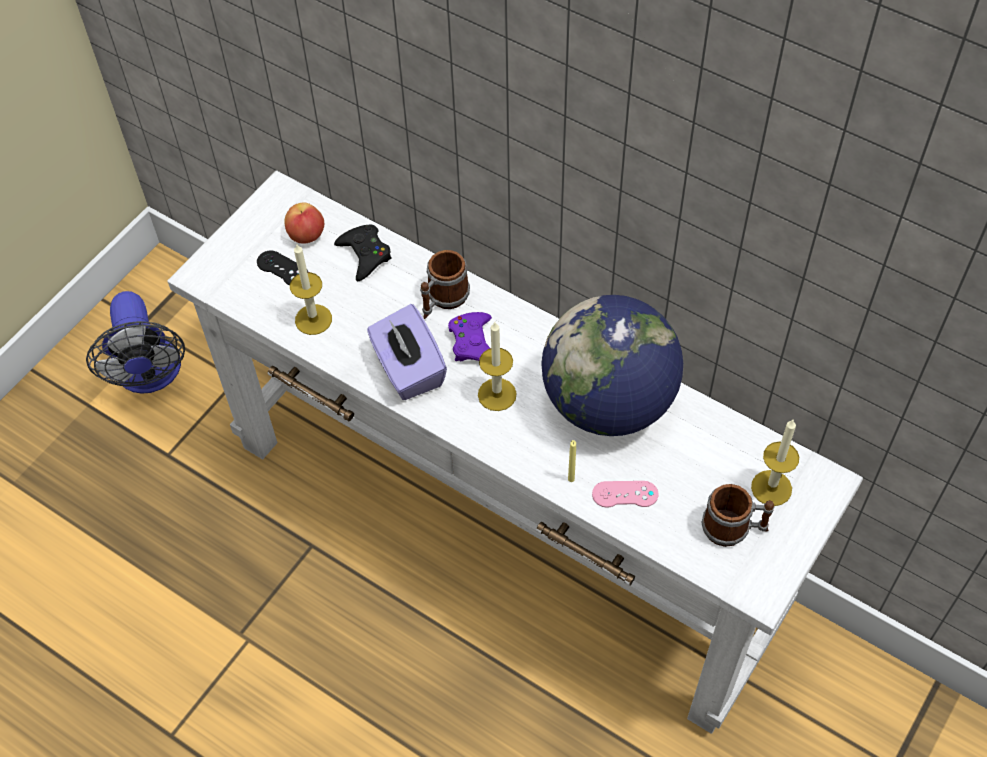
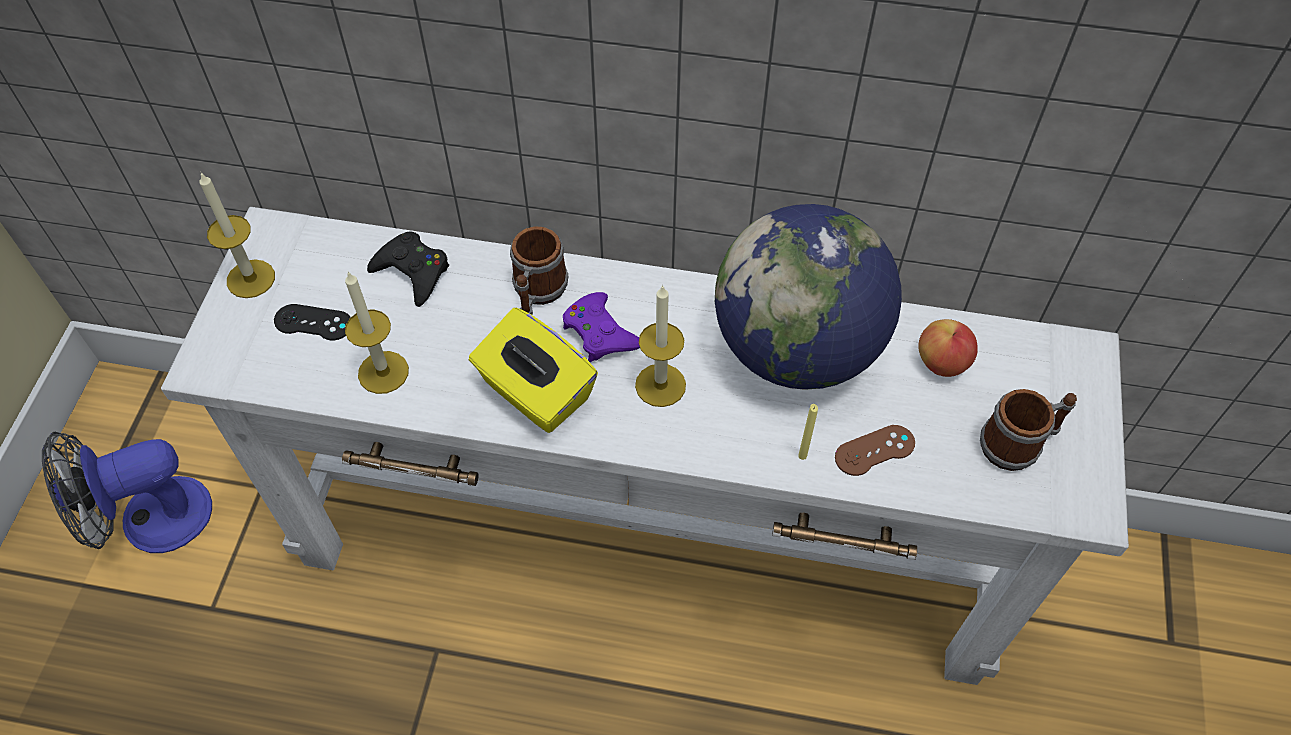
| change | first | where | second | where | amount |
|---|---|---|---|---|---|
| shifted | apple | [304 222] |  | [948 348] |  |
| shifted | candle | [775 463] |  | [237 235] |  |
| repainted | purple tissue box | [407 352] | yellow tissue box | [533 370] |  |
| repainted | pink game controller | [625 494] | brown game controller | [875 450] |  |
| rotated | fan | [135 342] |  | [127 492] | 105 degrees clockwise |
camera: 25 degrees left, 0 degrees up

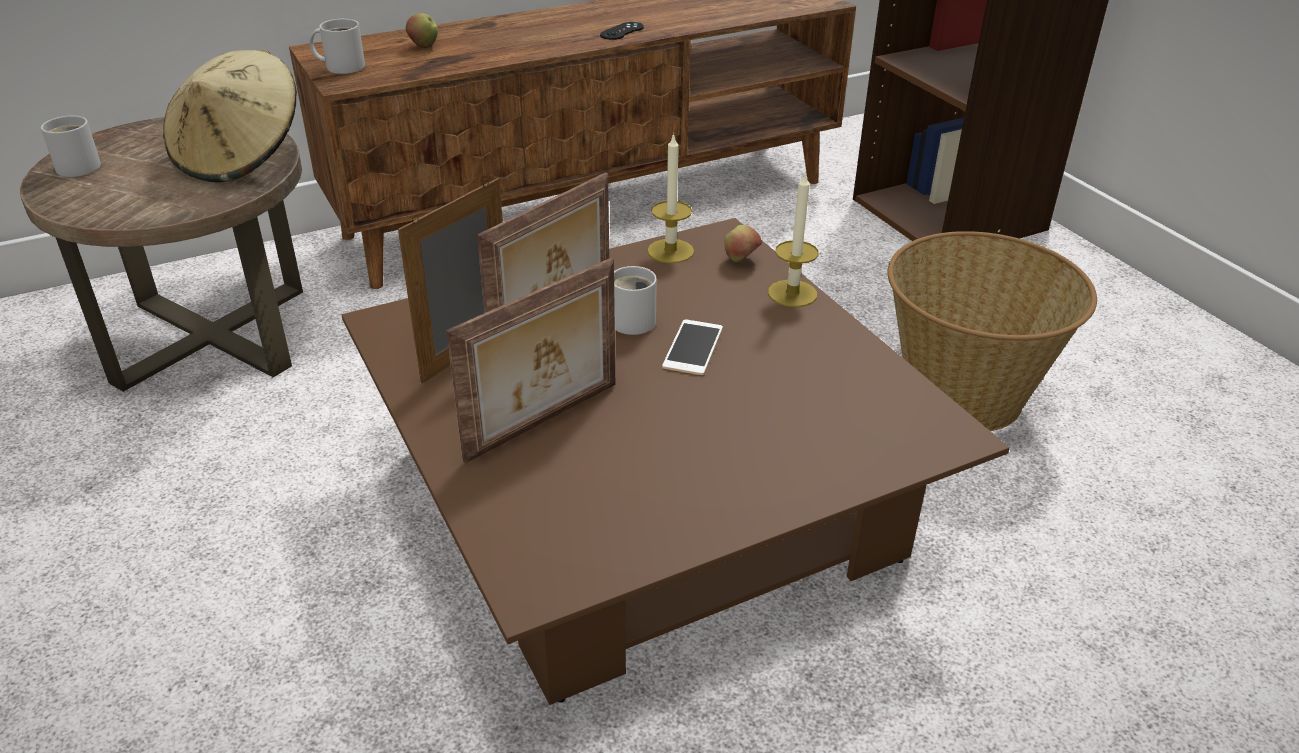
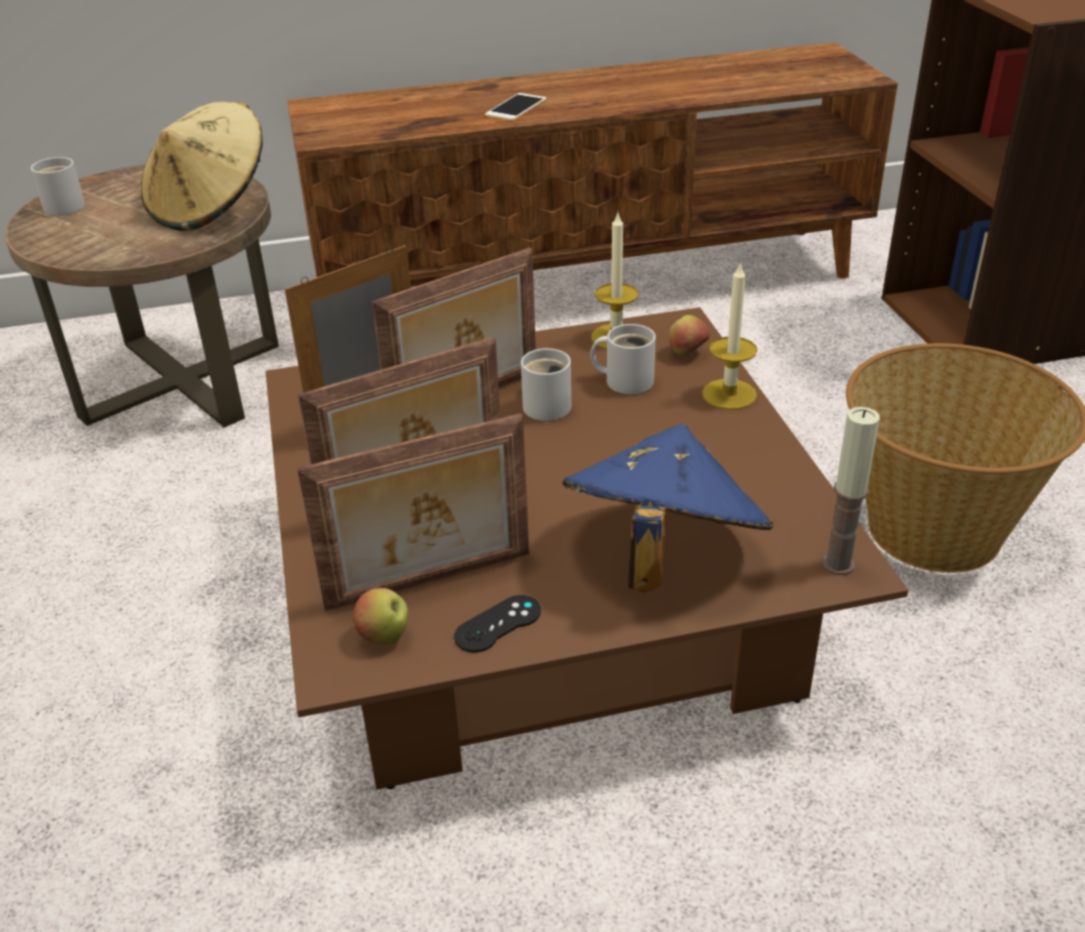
| change | first | where | second | where | amount |
|---|---|---|---|---|---|
| new |  |  | picture frame | [413 512] |  |
| new |  |  | blue hat | [668 507] |  |
| new |  |  | candle | [851 491] |  |
| shifted | white mug | [337 46] |  | [623 359] |  |
| shifted | apple | [422 30] |  | [380 616] |  |
| shifted | black game controller | [622 31] |  | [497 624] |  |
| shifted | phone | [692 347] |  | [515 107] |  |
camera: 15 degrees right, 0 degrees up

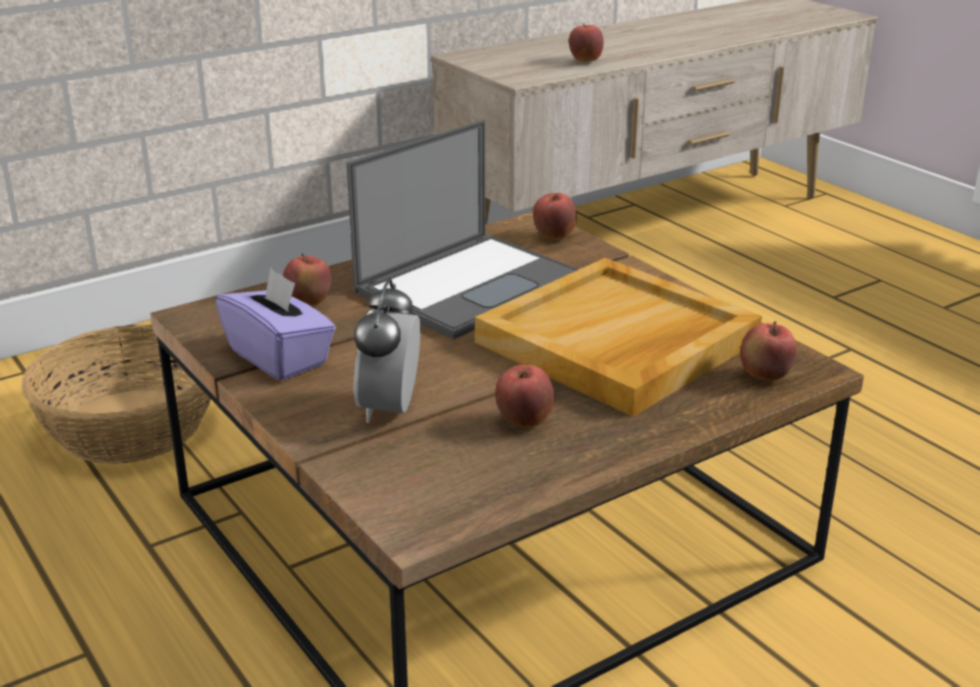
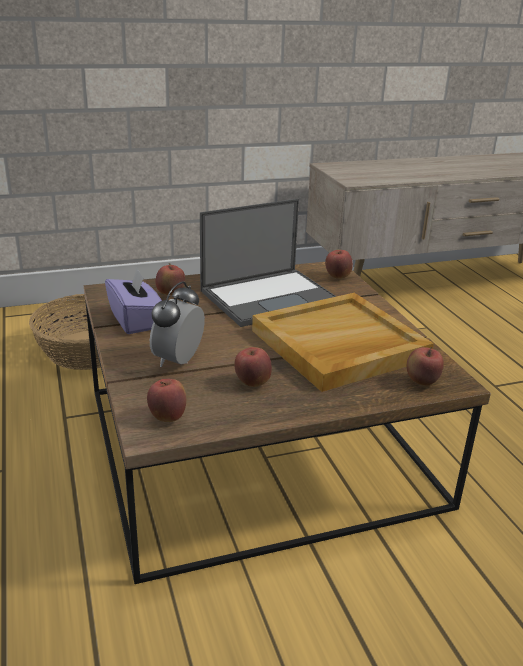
| change | first | where | second | where | amount |
|---|---|---|---|---|---|
| shifted | apple | [586 42] |  | [166 400] |  |
camera: 15 degrees right, 0 degrees up

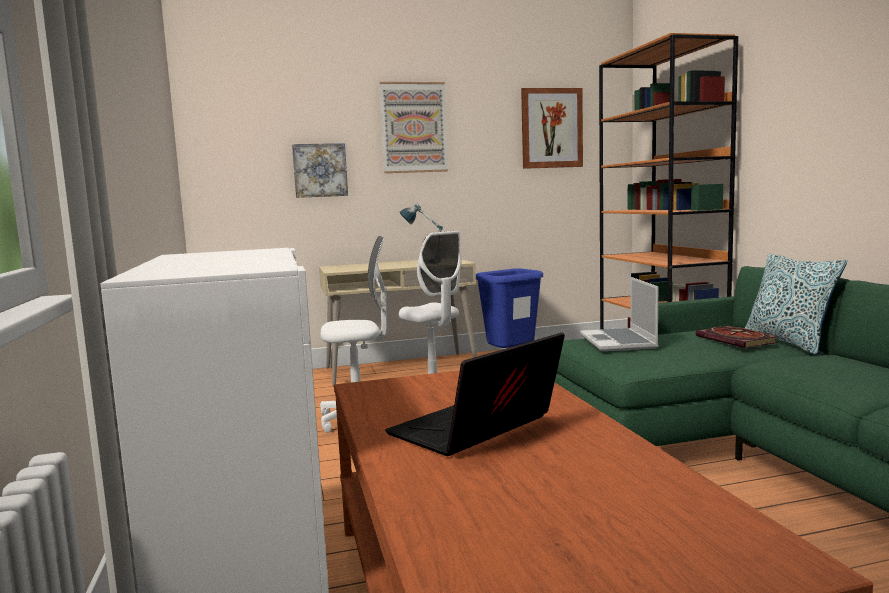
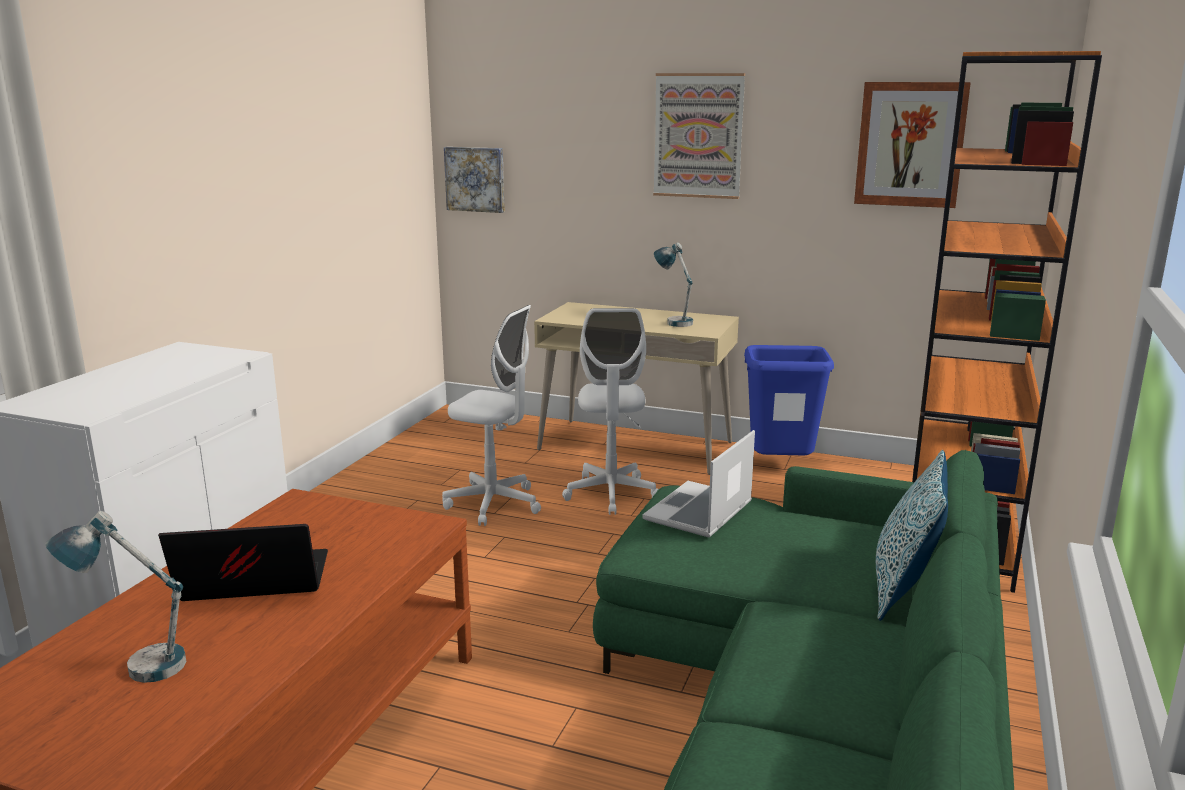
| change | first | where | second | where | amount |
|---|---|---|---|---|---|
| gone | book | [737 337] |  |  |  |
| new |  |  | table lamp | [115 597] |  |
| shifted | picture | [320 170] |  | [474 180] |  |
camera: 35 degrees right, 10 degrees up

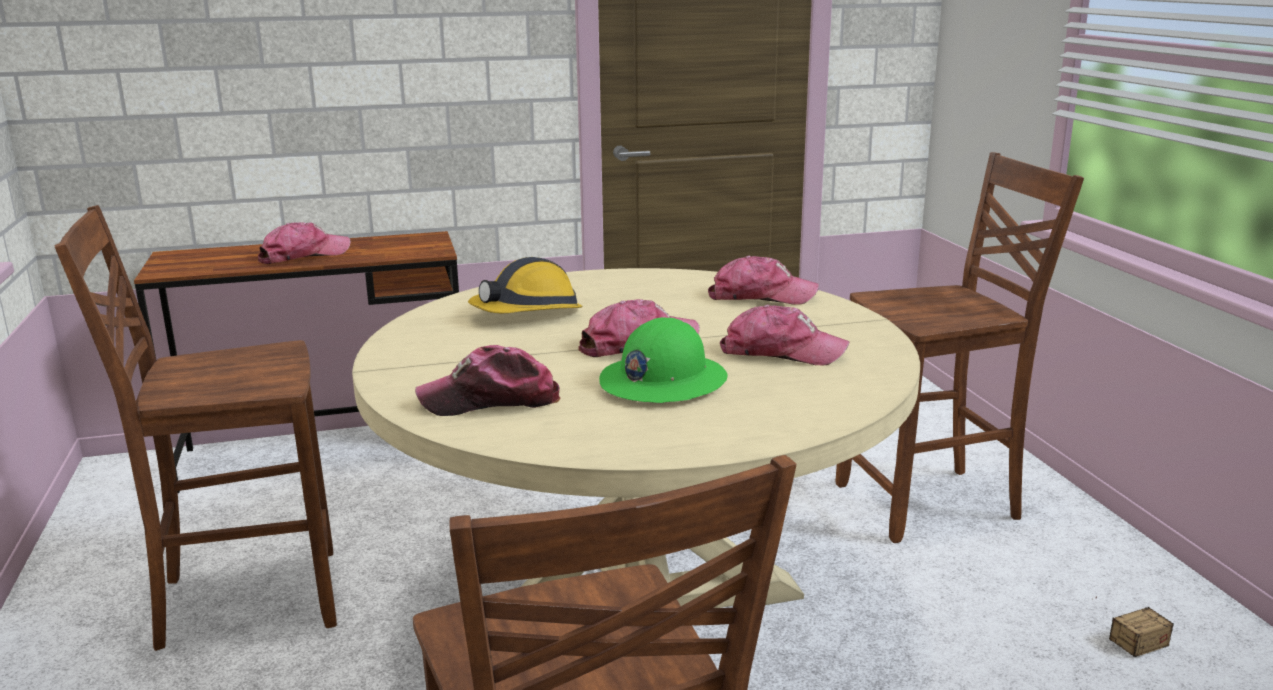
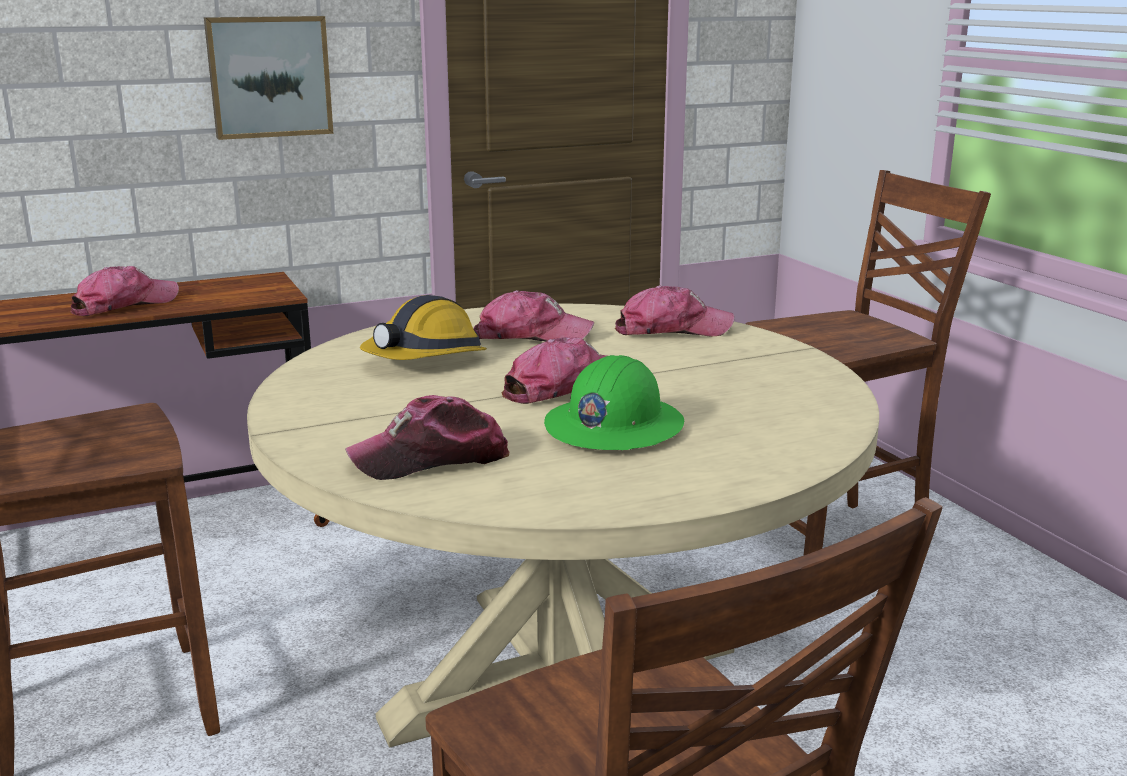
| change | first | where | second | where | amount |
|---|---|---|---|---|---|
| gone | storage box | [1134 626] |  |  |  |
| new |  |  | picture | [268 78] |  |
| shifted | cap | [784 335] |  | [533 316] |  |
camera: 10 degrees left, 0 degrees up

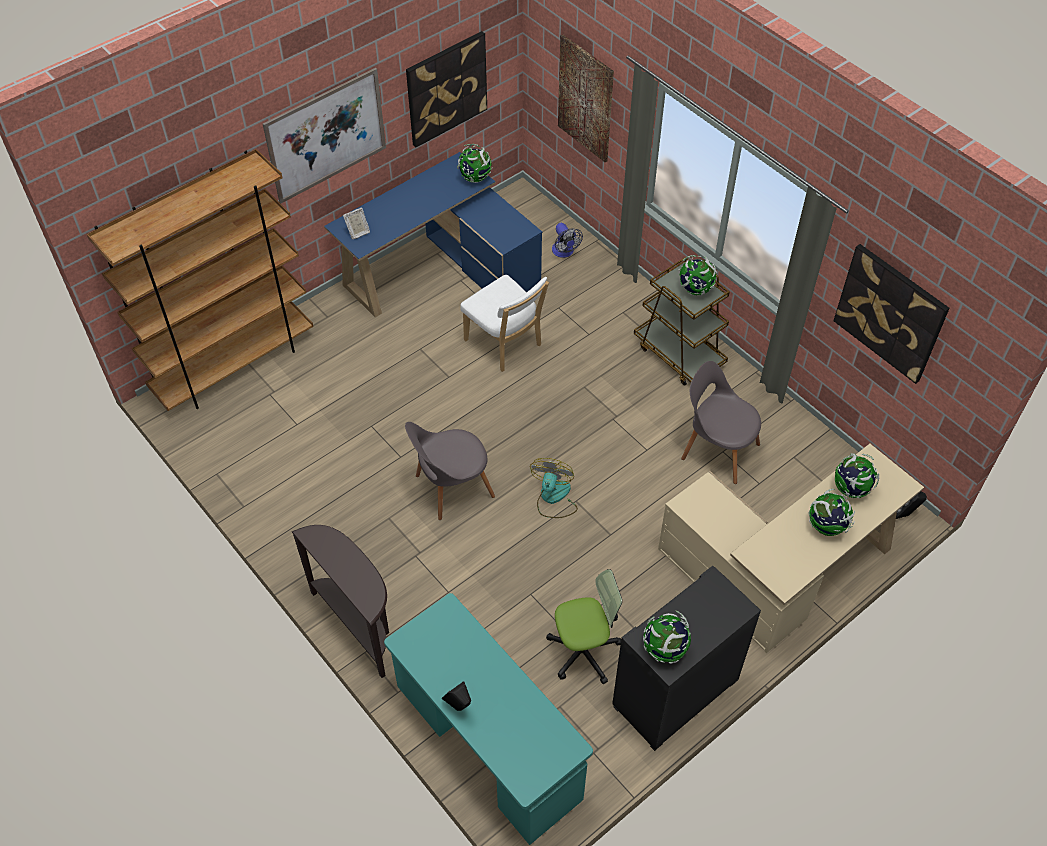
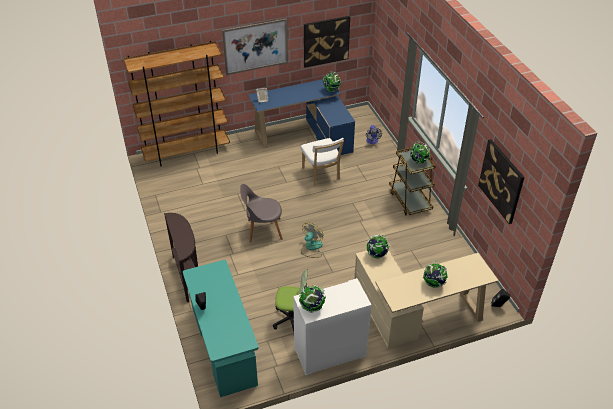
| change | first | where | second | where | amount |
|---|---|---|---|---|---|
| gone | picture | [586 98] |  |  |  |
| gone | grey chair | [721 422] |  |  |  |
| shifted | globe | [857 475] |  | [378 246] |  |
| repainted | black cabinet | [686 658] | white cabinet | [332 327] |  |
camera: 20 degrees right, 10 degrees down

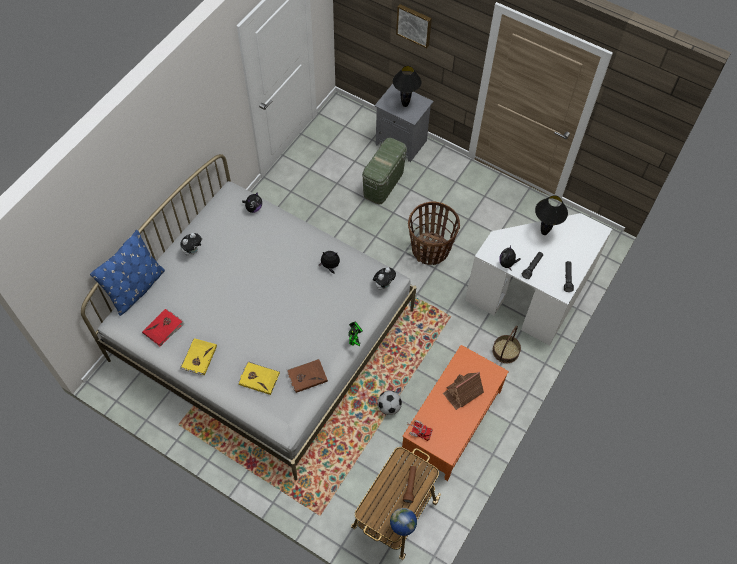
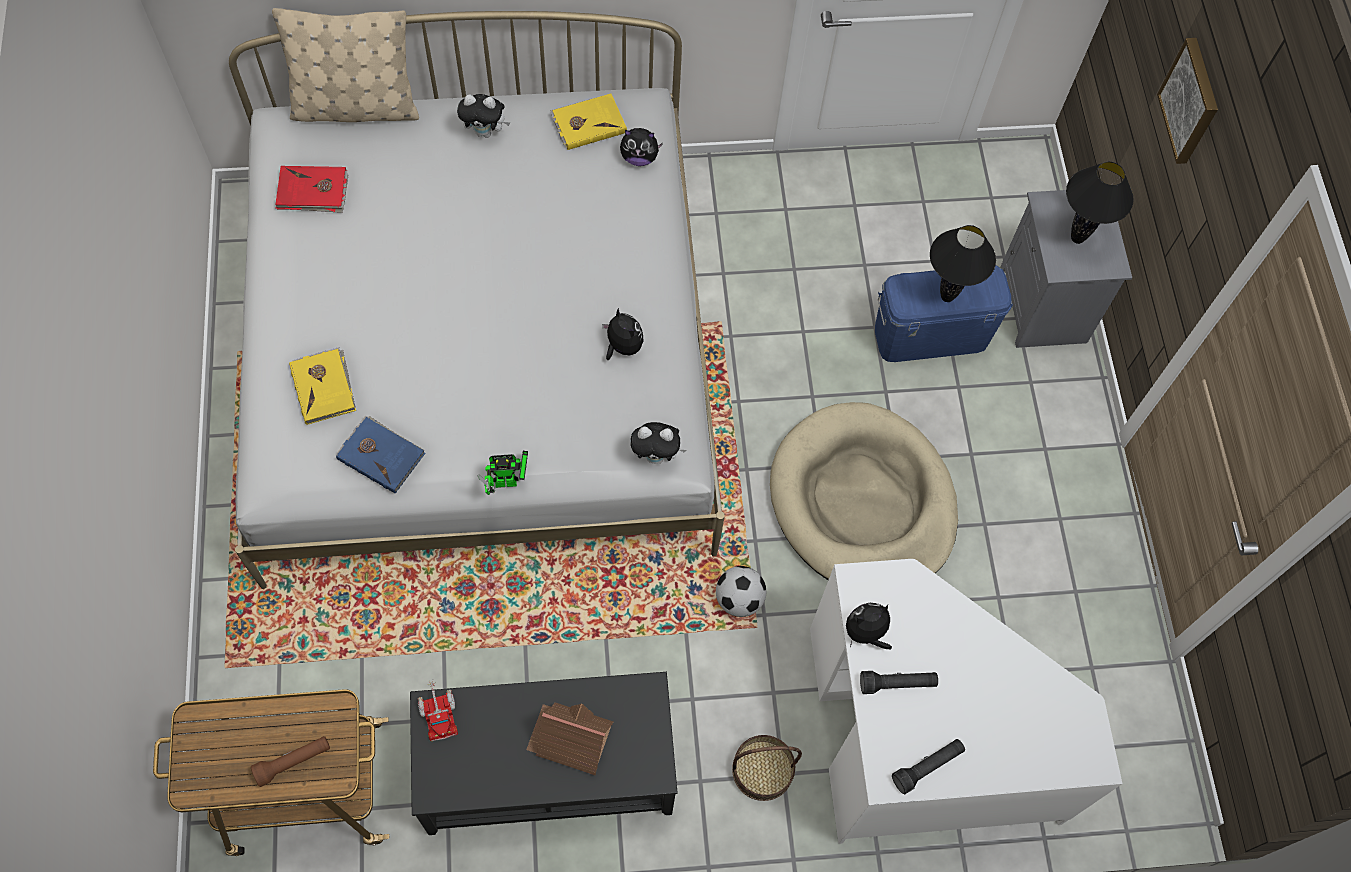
| change | first | where | second | where | amount |
|---|---|---|---|---|---|
| gone | globe | [403 522] |  |  |  |
| shifted | yellow book | [198 356] |  | [588 122] |  |
| shifted | football | [390 403] |  | [741 591] |  |
| shifted | black table lamp | [551 215] |  | [963 263] |  |
| swapped | basket | [434 233] | beige dog bed | [864 491] |  |
| repainted | blue pillow | [127 273] | beige pillow | [345 65] |  |
| repainted | brown book | [307 376] | blue book | [381 454] |  |
| repainted | green storage box | [384 171] | blue storage box | [944 313] |  |
| repainted | orange coffee table | [455 413] | black coffee table | [544 753] |  |
camera: 50 degrees right, 5 degrees up

